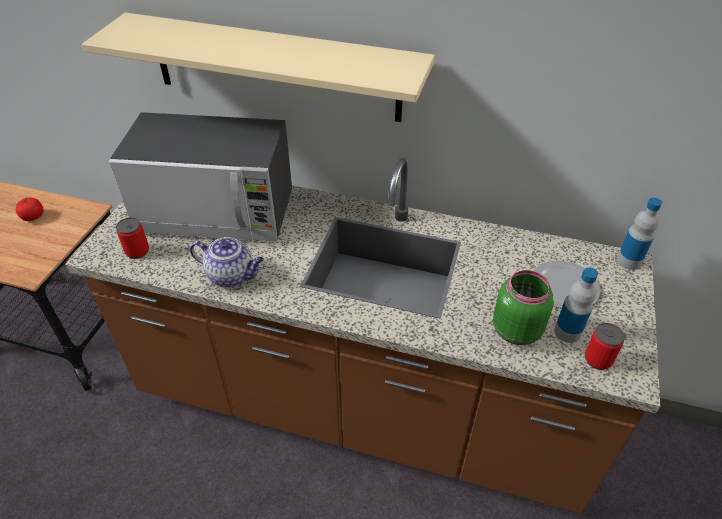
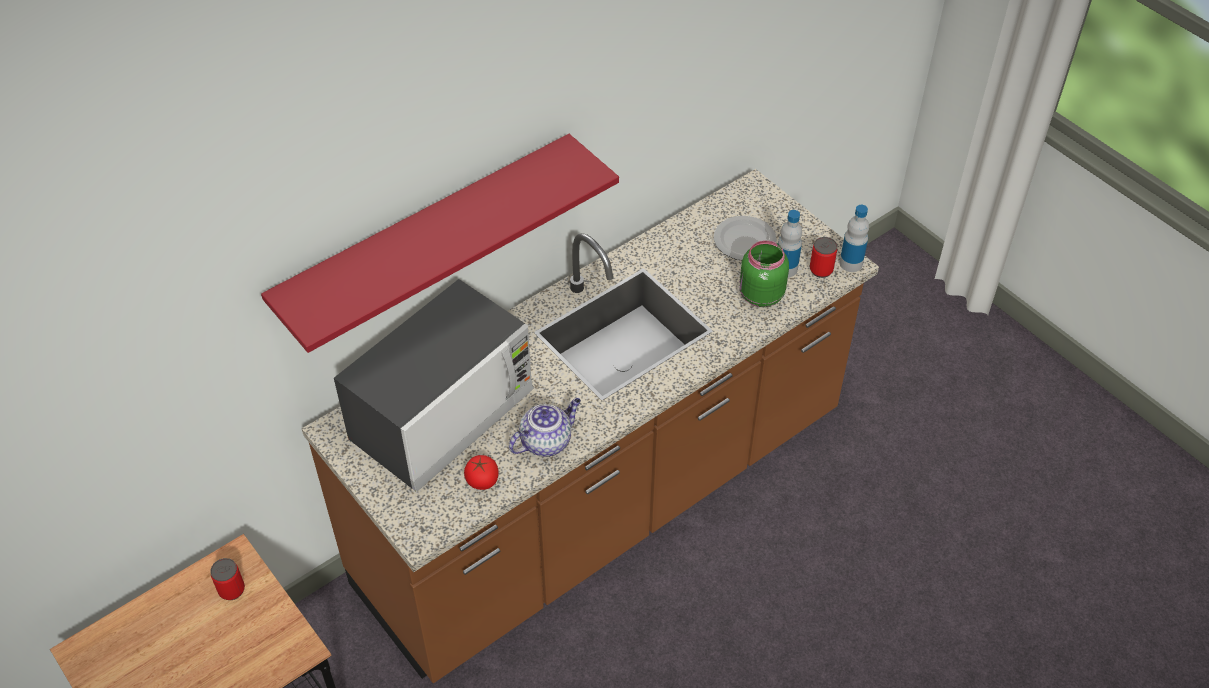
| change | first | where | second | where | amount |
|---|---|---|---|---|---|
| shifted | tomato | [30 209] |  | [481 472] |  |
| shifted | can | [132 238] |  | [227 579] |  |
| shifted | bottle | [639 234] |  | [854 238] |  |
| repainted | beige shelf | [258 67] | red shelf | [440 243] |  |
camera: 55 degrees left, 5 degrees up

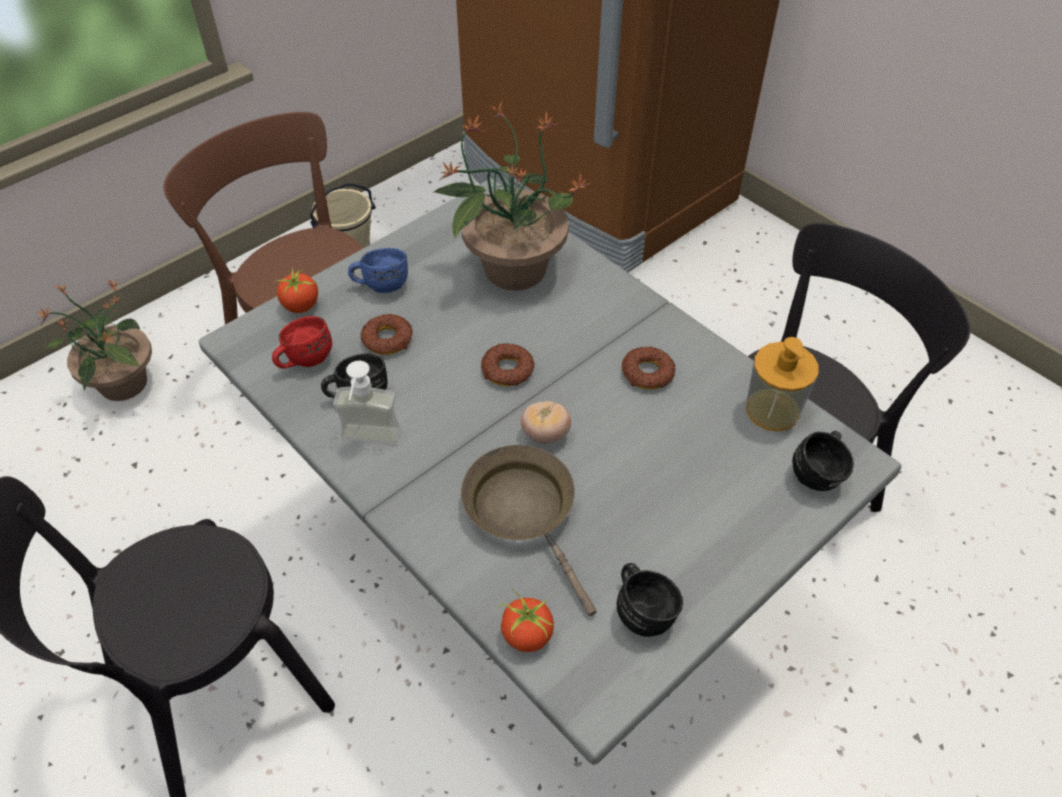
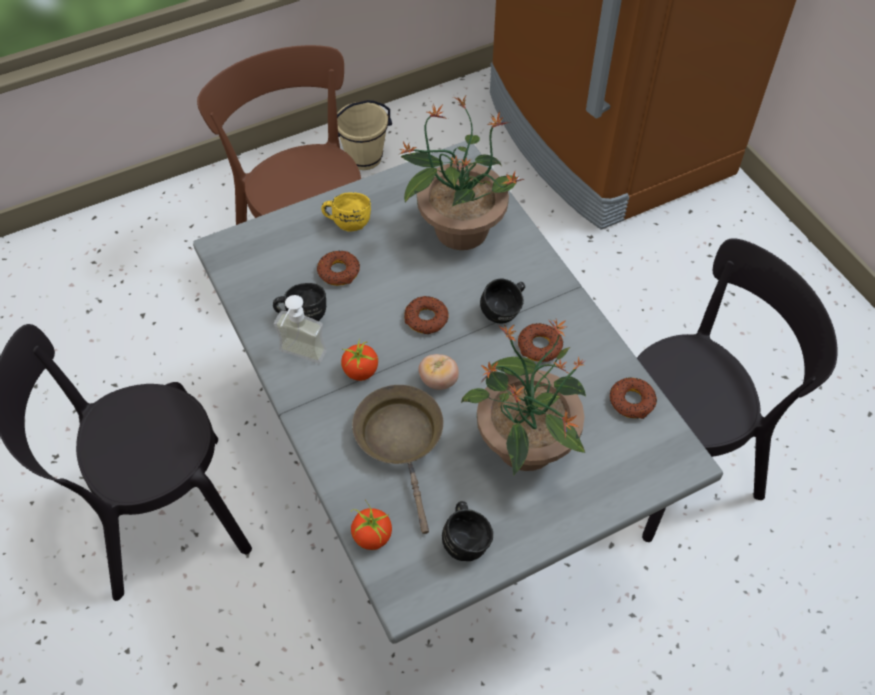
| change | first | where | second | where | amount |
|---|---|---|---|---|---|
| gone | red mug | [302 342] |  |  |  |
| shifted | potted plant | [94 340] |  | [523 397] |  |
| shifted | tomato | [296 290] |  | [359 360] |  |
| shifted | black mug | [823 461] |  | [502 300] |  |
| swapped | soap dispenser | [782 384] | donut | [633 398] |  |
| repainted | blue mug | [378 270] | yellow mug | [346 212] |  |
camera: 15 degrees right, 5 degrees up

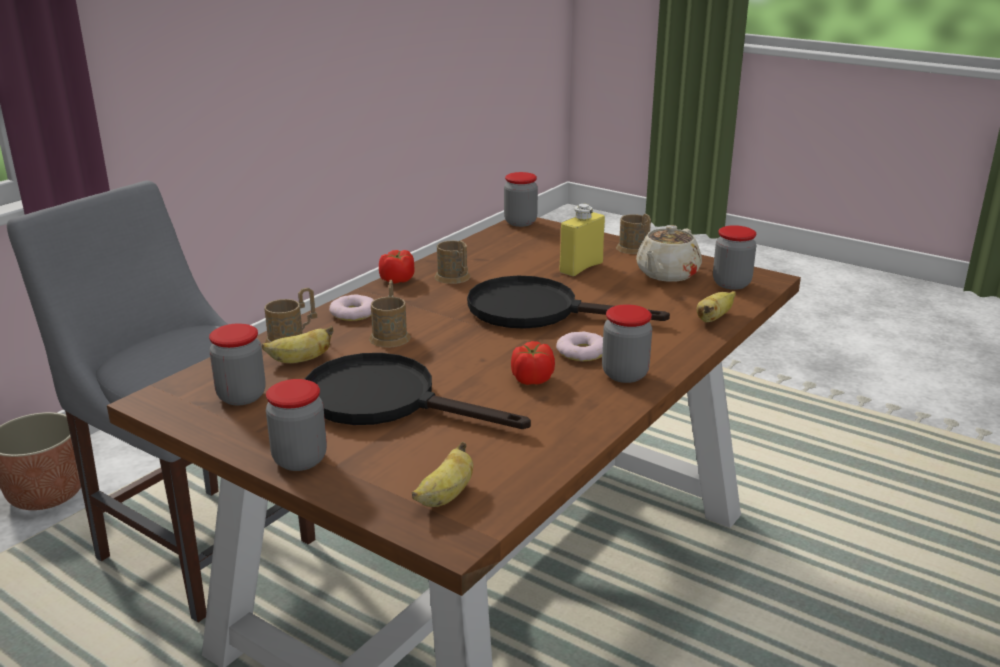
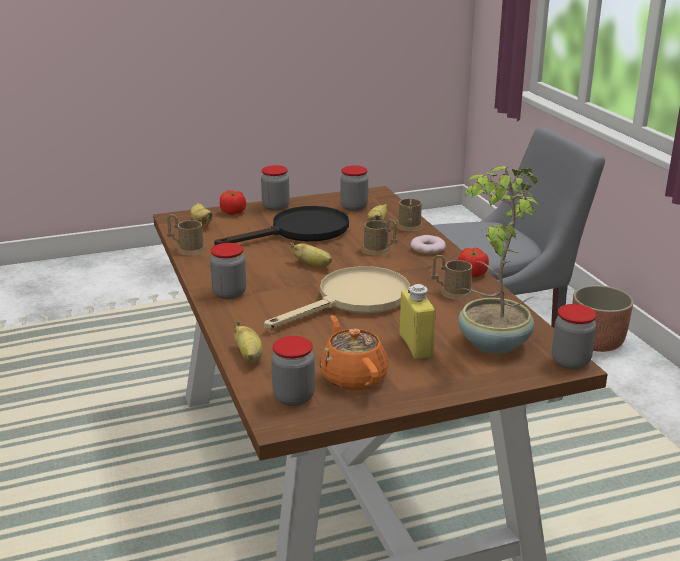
| change | first | where | second | where | amount |
|---|---|---|---|---|---|
| gone | donut | [579 346] |  |  |  |
| new |  |  | banana | [311 254] |  |
| new |  |  | potted plant | [499 260] |  |
| shifted | tomato | [533 363] |  | [233 202] |  |
| shifted | brown mug | [633 234] |  | [186 235] |  |
| repainted | black frying pan | [568 302] | beige frying pan | [337 297] |  |
| repainted | beige teapot | [669 253] | orange teapot | [354 353] |  |
camera: 125 degrees right, 0 degrees up

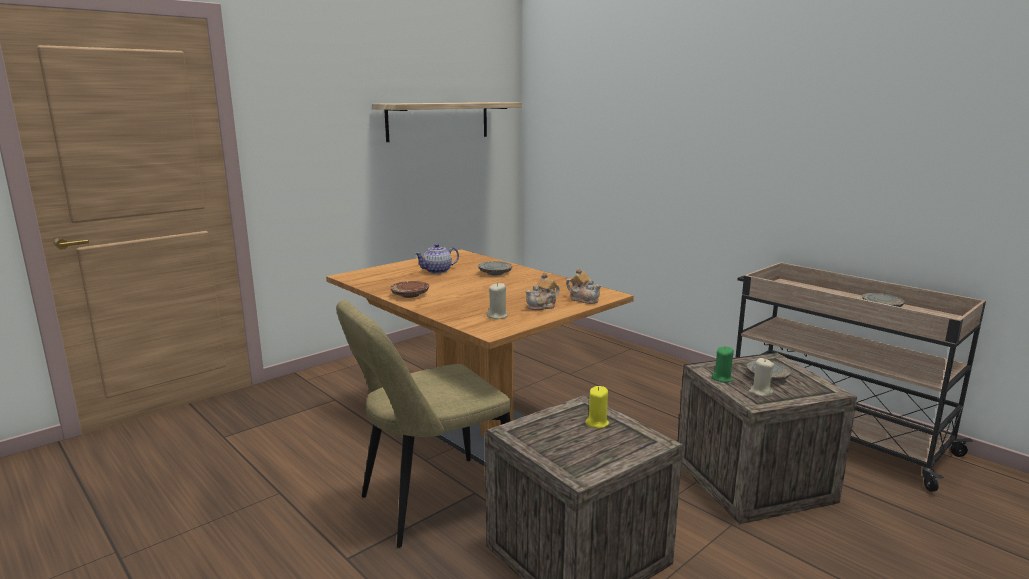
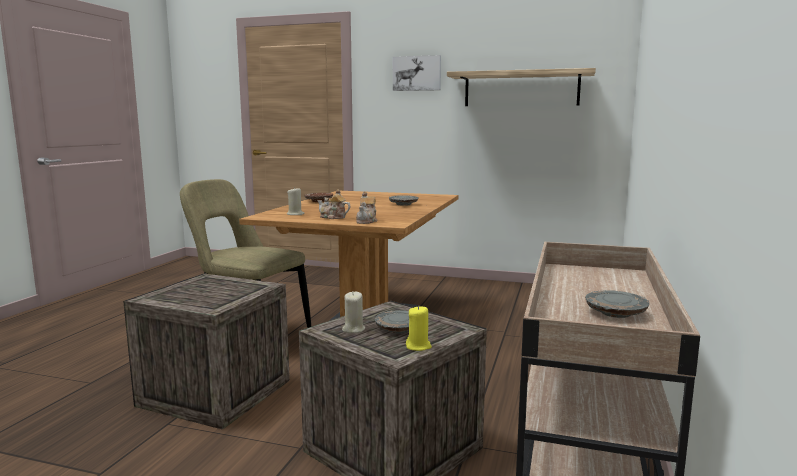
| change | first | where | second | where | amount |
|---|---|---|---|---|---|
| gone | teapot | [436 259] |  |  |  |
| gone | green candle | [722 364] |  |  |  |
| new |  |  | picture | [417 73] |  |
| shifted | yellow candle | [597 407] |  | [419 328] |  |
camera: 60 degrees right, 5 degrees down

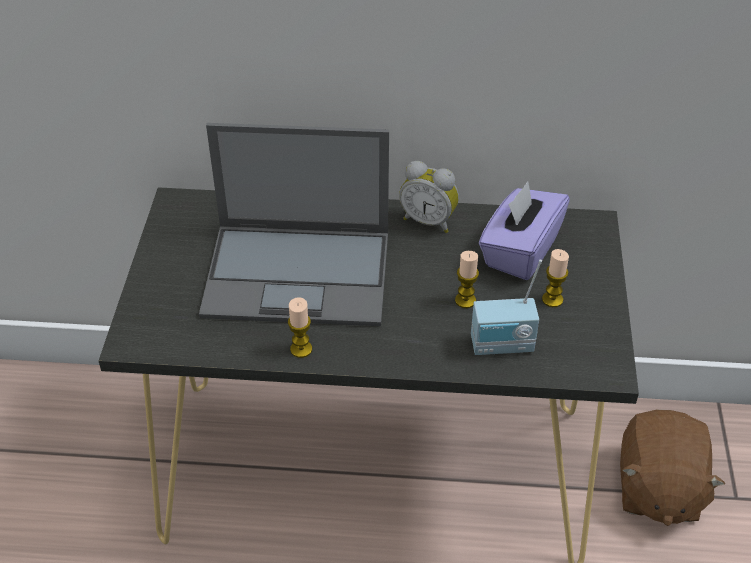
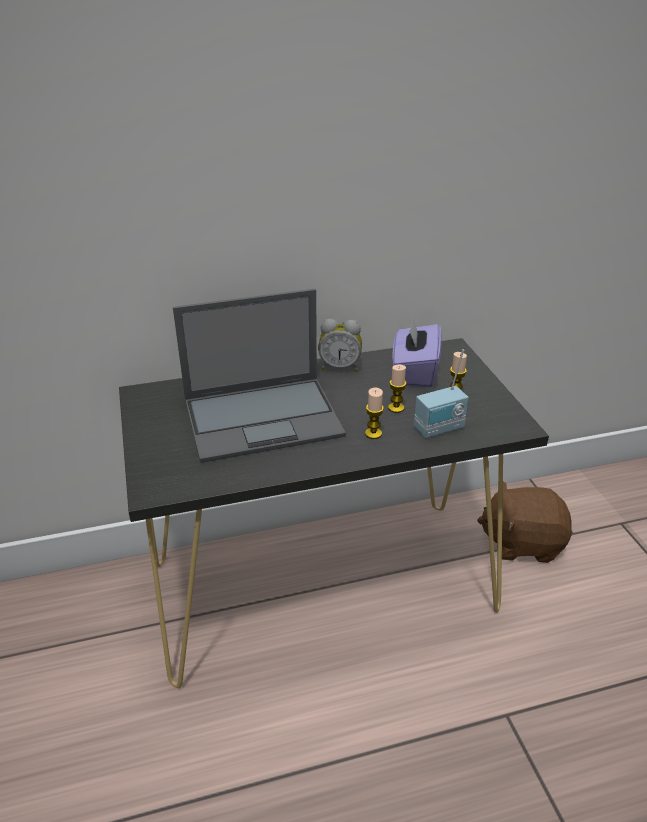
| change | first | where | second | where | amount |
|---|---|---|---|---|---|
| shifted | candle | [300 327] |  | [374 413] |  |
| rotated | brown plush toy | [672 468] |  | [524 522] | 105 degrees clockwise |
camera: 20 degrees left, 10 degrees down

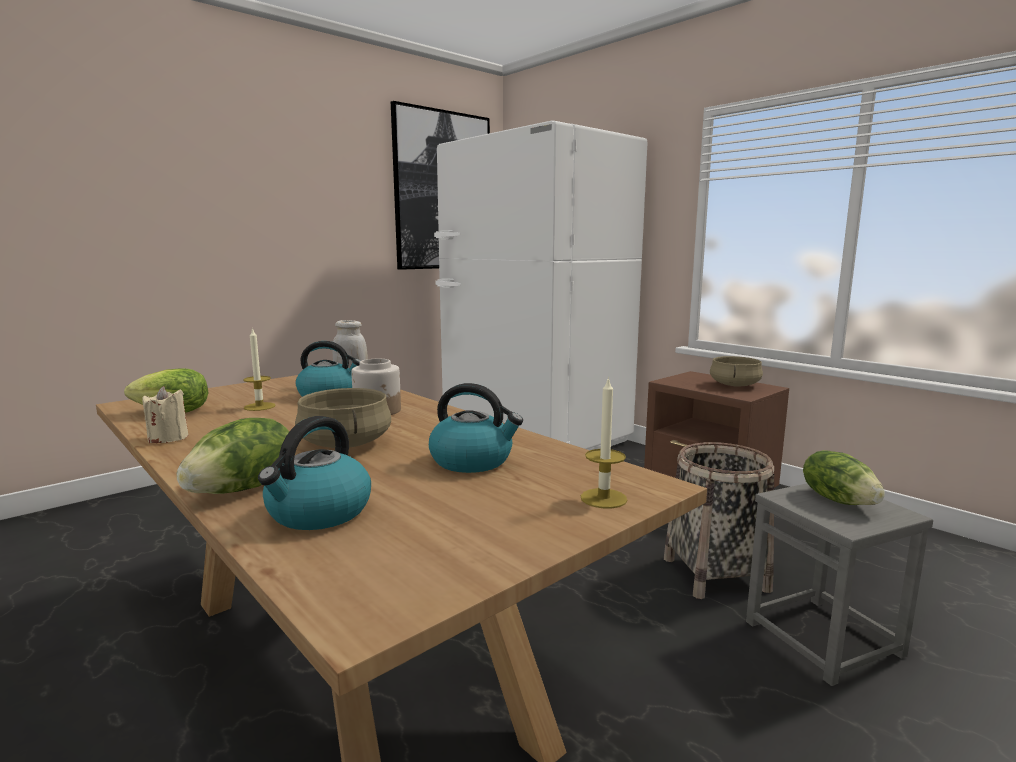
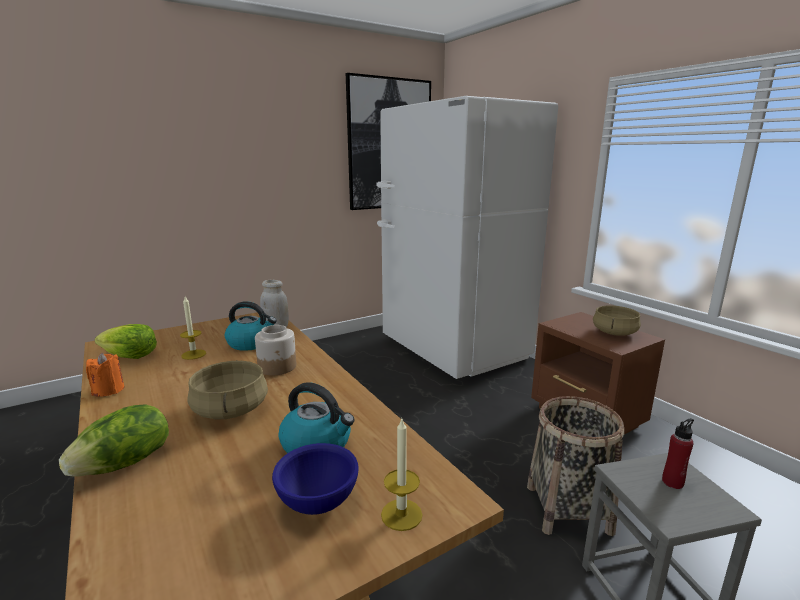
| change | first | where | second | where | amount |
|---|---|---|---|---|---|
| gone | kettle | [314 473] |  |  |  |
| new |  |  | blue bowl | [315 479] |  |
| swapped | lettuce | [844 477] | red bottle | [678 453] |  |
| repainted | beige candle | [165 414] | orange candle | [105 374] |  |
camera: 10 degrees right, 5 degrees up

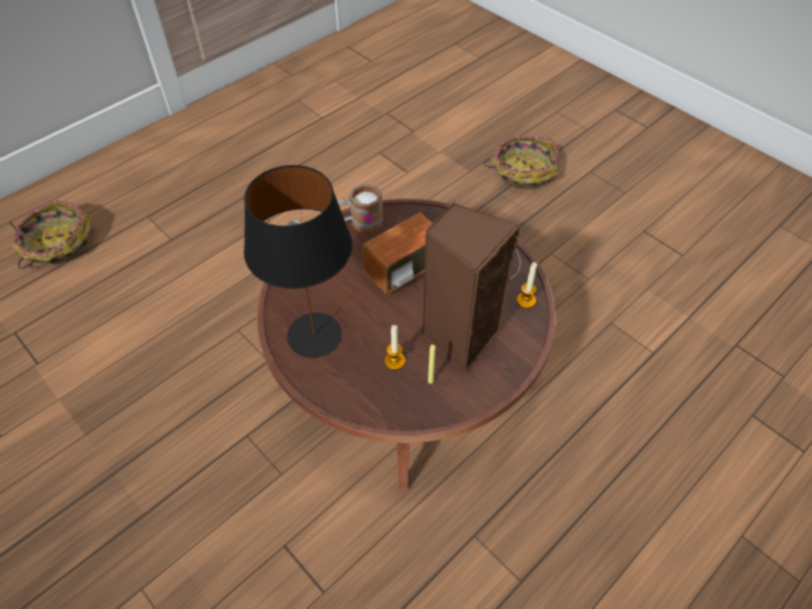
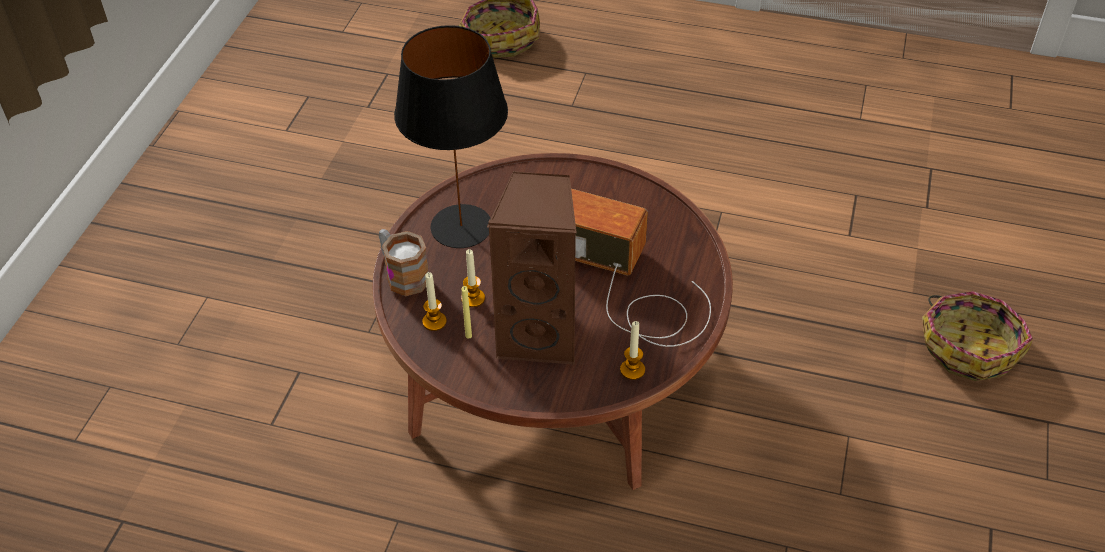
| change | first | where | second | where | amount |
|---|---|---|---|---|---|
| new |  |  | candle | [434 301] |  |
| shifted | mug | [360 208] |  | [403 262] |  |
camera: 60 degrees right, 5 degrees down

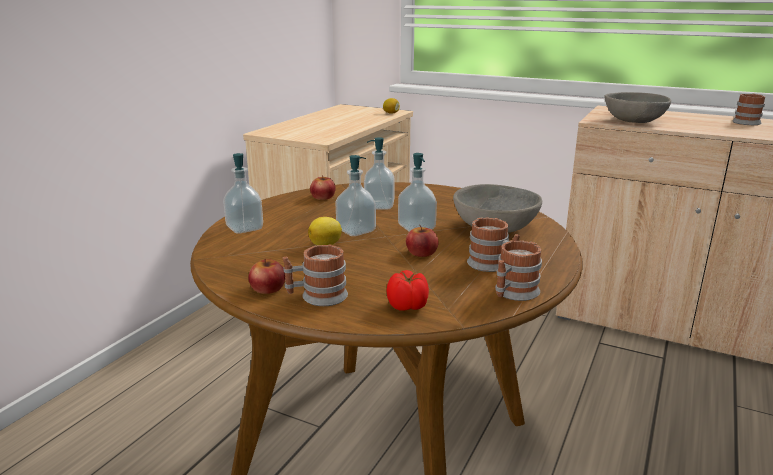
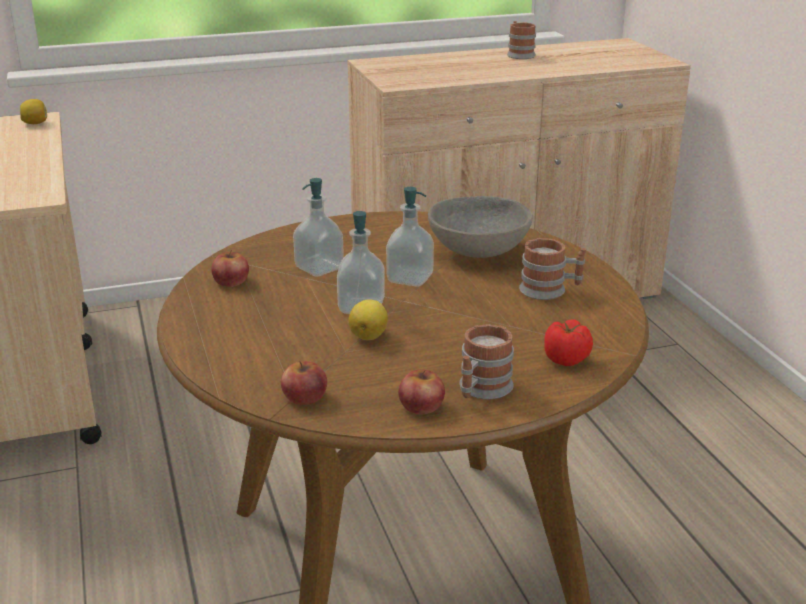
| change | first | where | second | where | amount |
|---|---|---|---|---|---|
| gone | soap dispenser | [243 193] |  |  |  |
| gone | mug | [518 270] |  |  |  |
| gone | grey bowl | [637 107] |  |  |  |
| shifted | apple | [422 240] |  | [304 383] |  |
camera: 45 degrees left, 5 degrees up

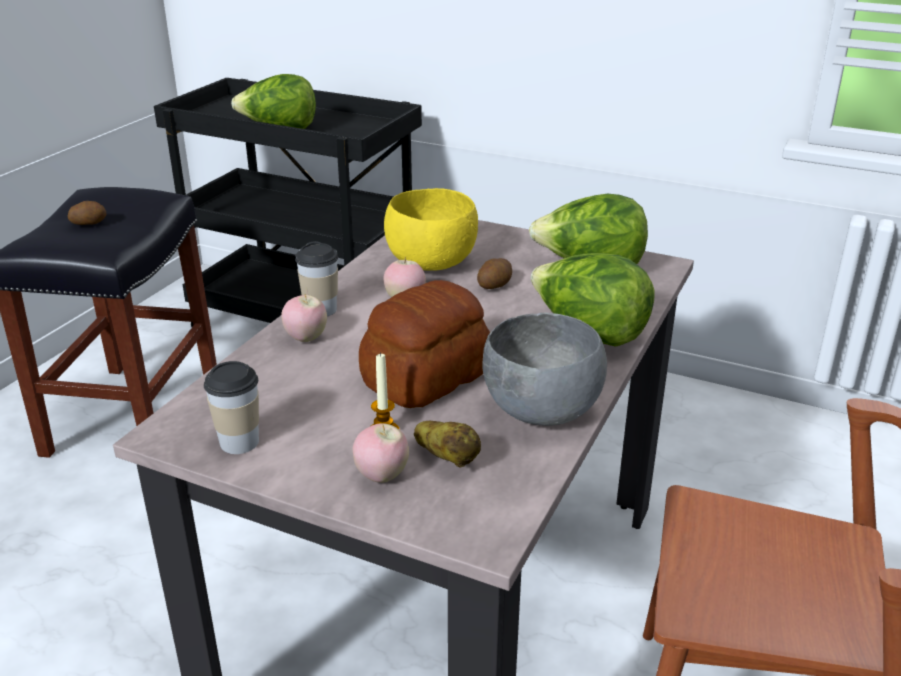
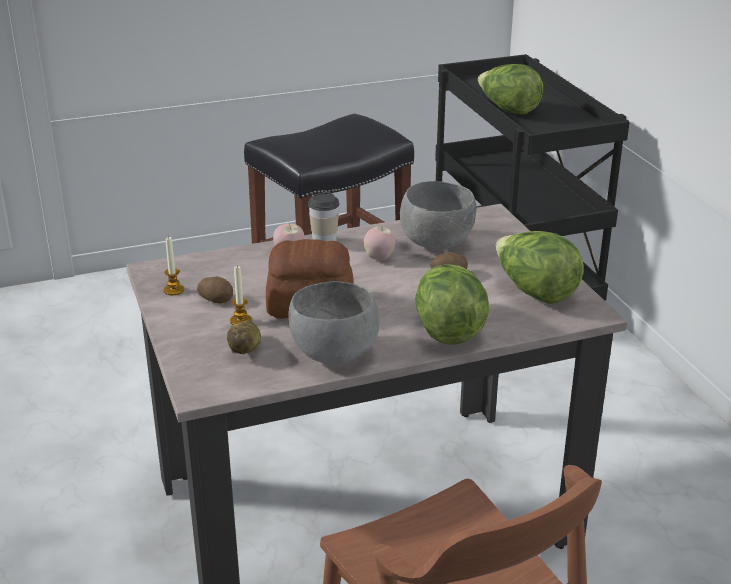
| change | first | where | second | where | amount |
|---|---|---|---|---|---|
| gone | apple | [381 453] |  |  |  |
| shifted | potato | [87 213] |  | [215 290] |  |
| swapped | cup | [231 407] | candle | [174 266] |  |
| repainted | yellow bowl | [431 229] | grey bowl | [438 215] |  |
camera: 45 degrees right, 0 degrees up

